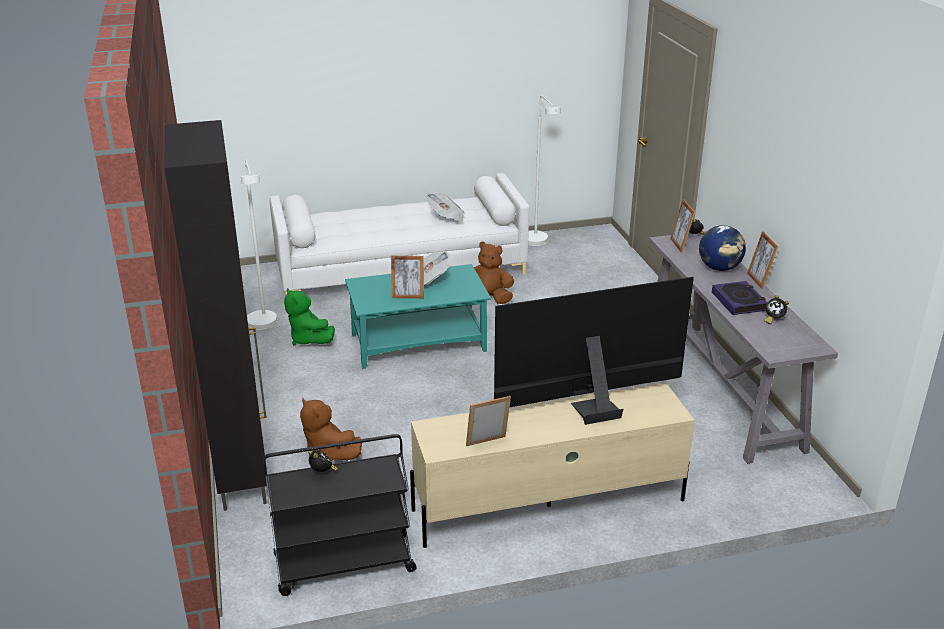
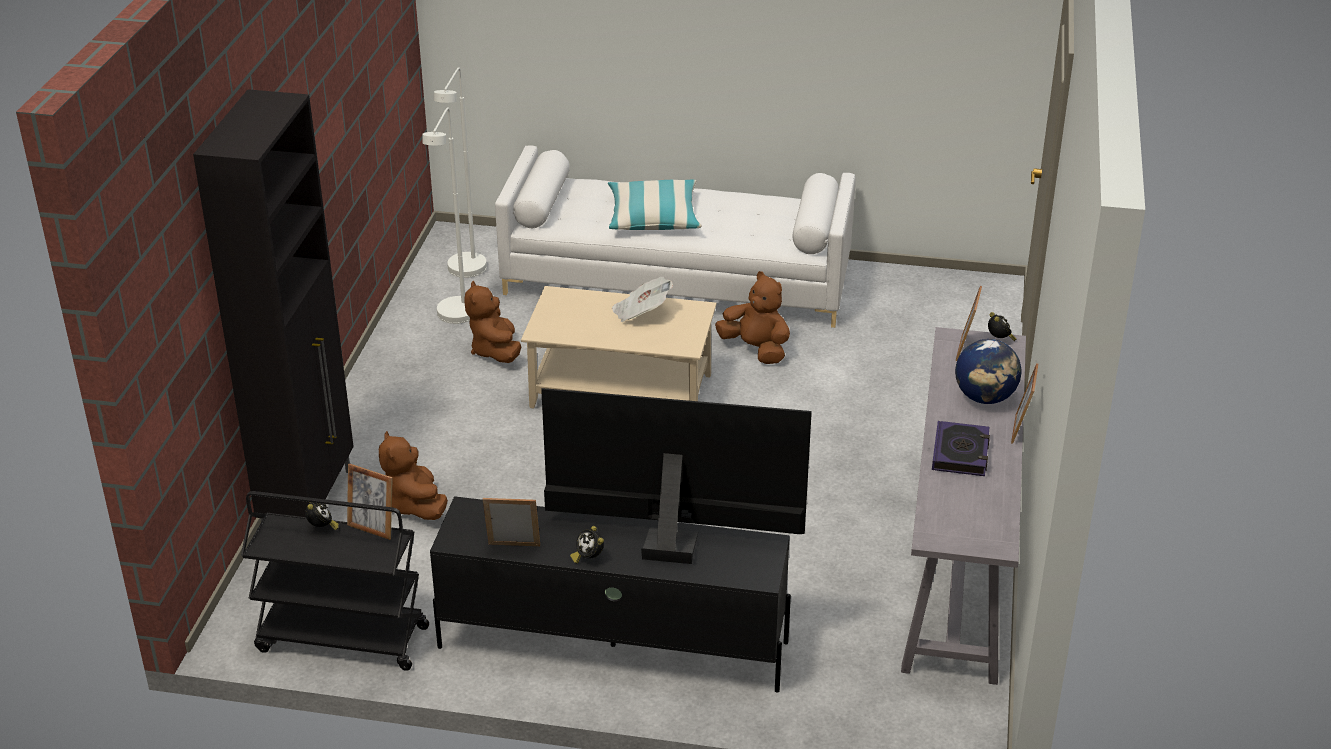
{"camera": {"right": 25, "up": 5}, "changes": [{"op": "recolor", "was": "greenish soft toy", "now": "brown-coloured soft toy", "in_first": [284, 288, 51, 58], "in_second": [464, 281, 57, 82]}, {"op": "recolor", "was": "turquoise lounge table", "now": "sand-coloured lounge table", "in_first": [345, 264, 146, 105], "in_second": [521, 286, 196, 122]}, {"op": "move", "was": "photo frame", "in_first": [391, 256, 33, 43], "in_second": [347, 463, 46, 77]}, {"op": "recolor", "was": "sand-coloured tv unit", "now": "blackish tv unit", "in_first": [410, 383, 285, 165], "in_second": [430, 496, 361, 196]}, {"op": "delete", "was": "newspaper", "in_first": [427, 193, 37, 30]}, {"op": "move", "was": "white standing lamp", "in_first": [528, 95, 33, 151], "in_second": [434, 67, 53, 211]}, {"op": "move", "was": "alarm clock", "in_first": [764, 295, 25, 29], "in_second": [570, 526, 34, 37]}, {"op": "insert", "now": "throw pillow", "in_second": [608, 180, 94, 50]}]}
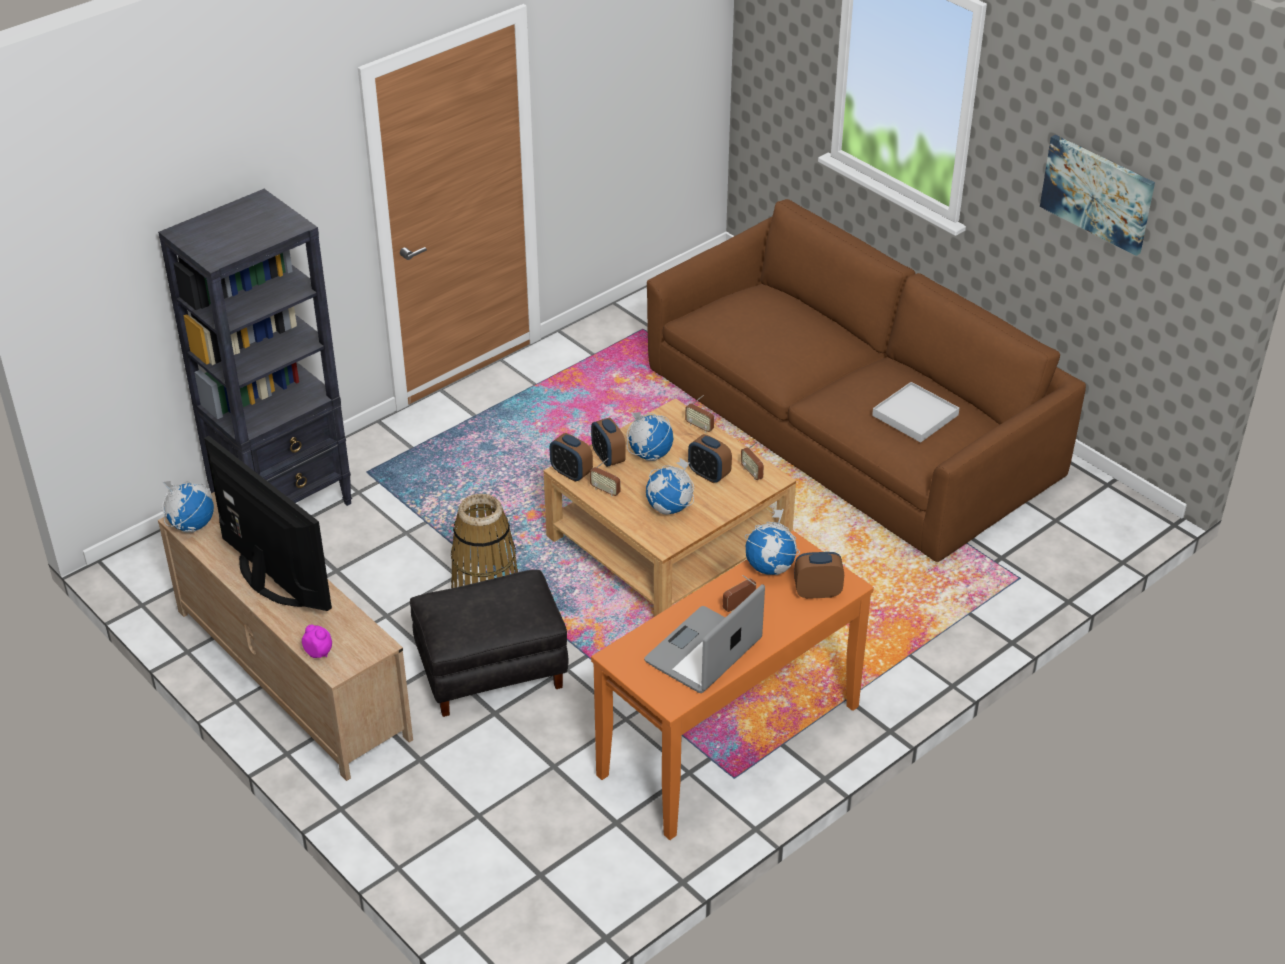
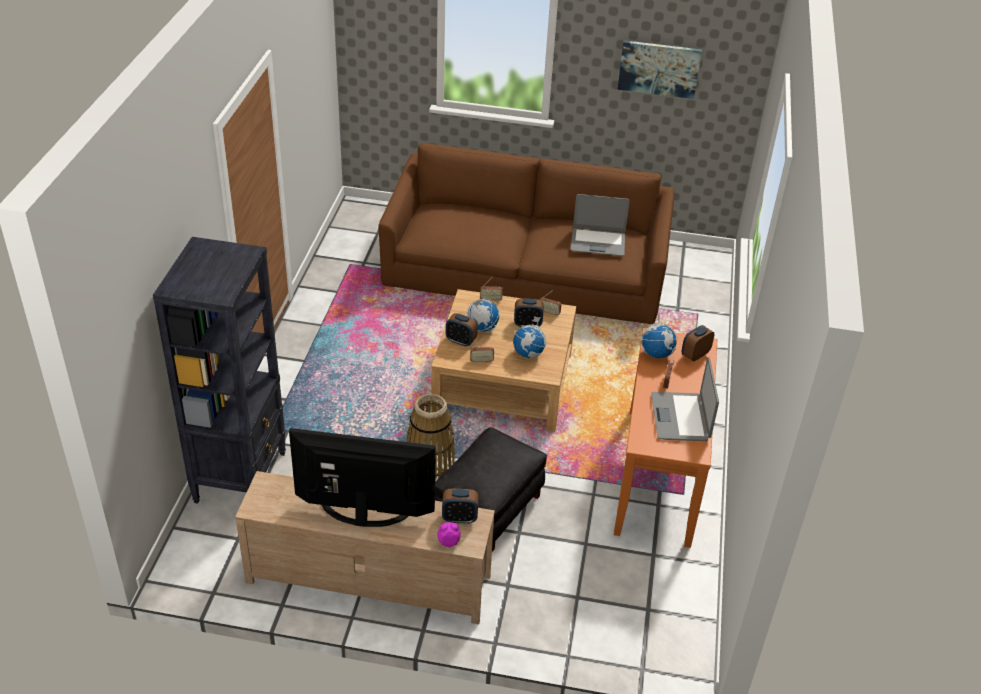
{"camera": {"right": -40, "up": 0}, "changes": [{"op": "delete", "was": "globe", "in_first": [162, 481, 52, 52]}, {"op": "move", "was": "alarm clock", "in_first": [550, 433, 43, 49], "in_second": [442, 489, 36, 35]}, {"op": "replace", "was": "white tray", "now": "notebook computer", "in_first": [872, 382, 87, 61], "in_second": [571, 194, 59, 62]}]}
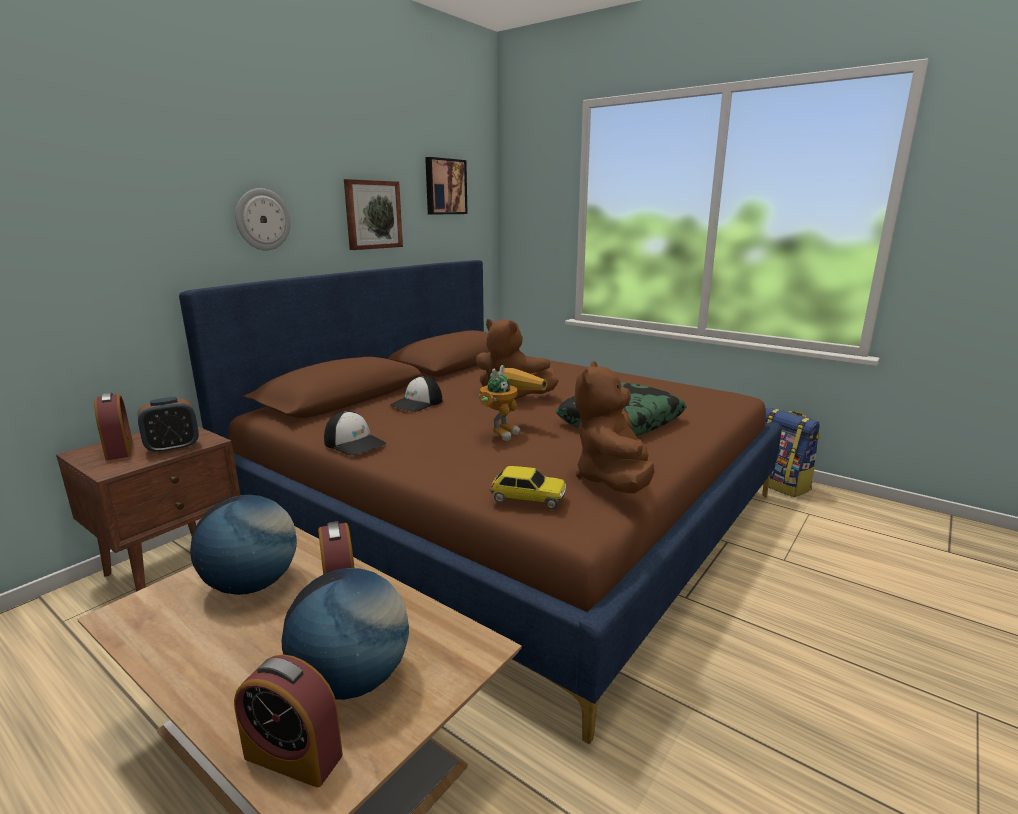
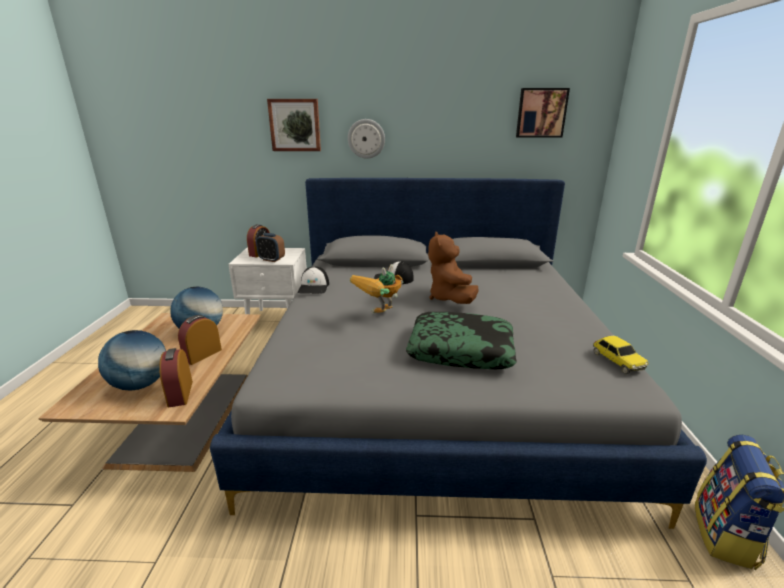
{"camera": {"right": 55, "up": 5}, "changes": [{"op": "recolor", "was": "brown-coloured bedside table", "now": "white bedside table", "in_first": [56, 426, 184, 166], "in_second": [228, 248, 79, 66]}, {"op": "recolor", "was": "brown-coloured sleeping bed", "now": "grey sleeping bed", "in_first": [179, 260, 603, 484], "in_second": [210, 178, 497, 351]}, {"op": "move", "was": "alarm clock", "in_first": [234, 655, 109, 133], "in_second": [159, 348, 34, 59]}, {"op": "move", "was": "wall art", "in_first": [344, 179, 59, 71], "in_second": [267, 99, 54, 52]}, {"op": "rotate", "was": "robot figure", "in_first": [478, 365, 69, 76], "in_second": [350, 264, 53, 50], "clockwise": 135}, {"op": "move", "was": "miniature car", "in_first": [490, 466, 76, 43], "in_second": [593, 336, 56, 38]}, {"op": "delete", "was": "brown-coloured soft toy", "in_first": [575, 361, 79, 132]}]}
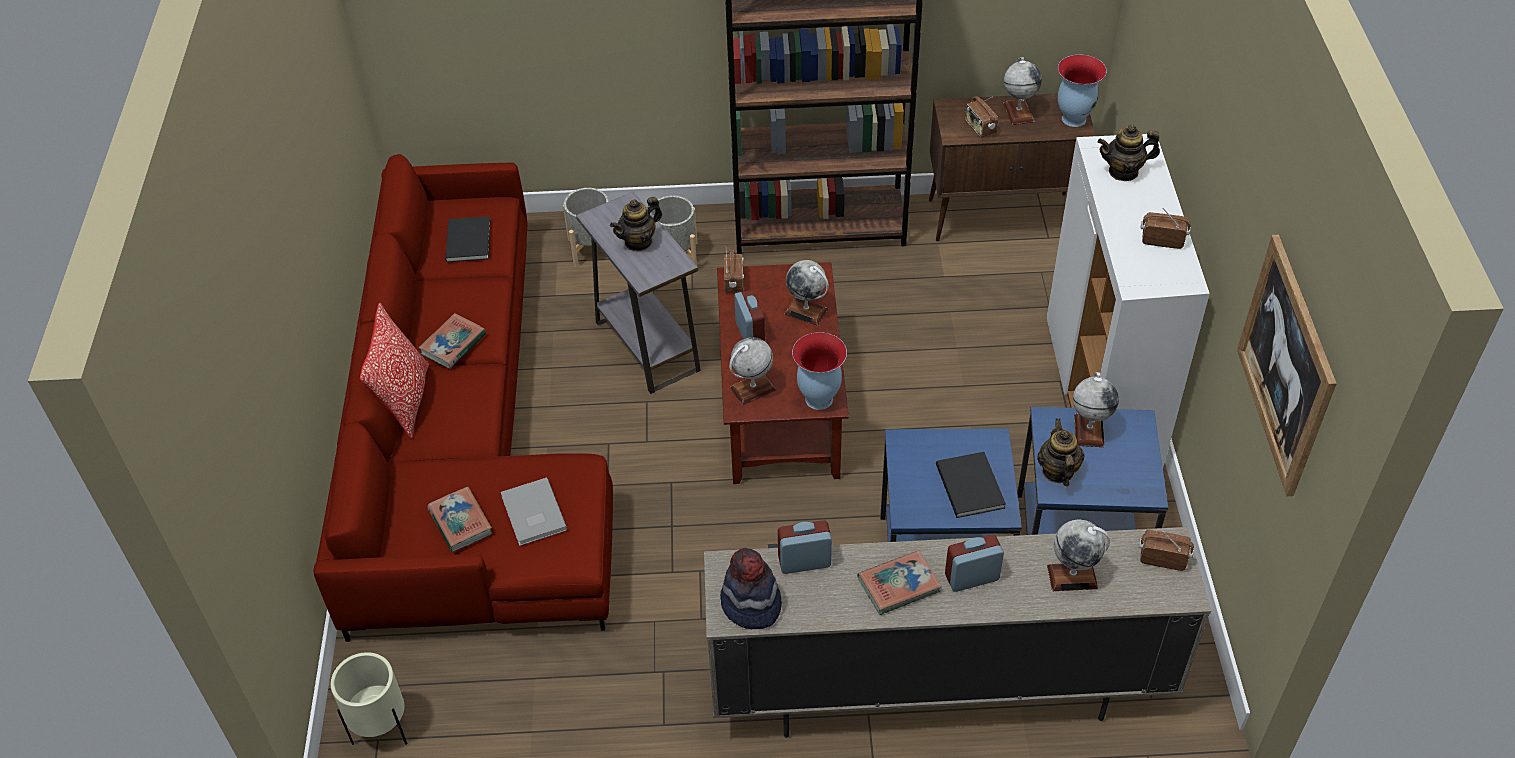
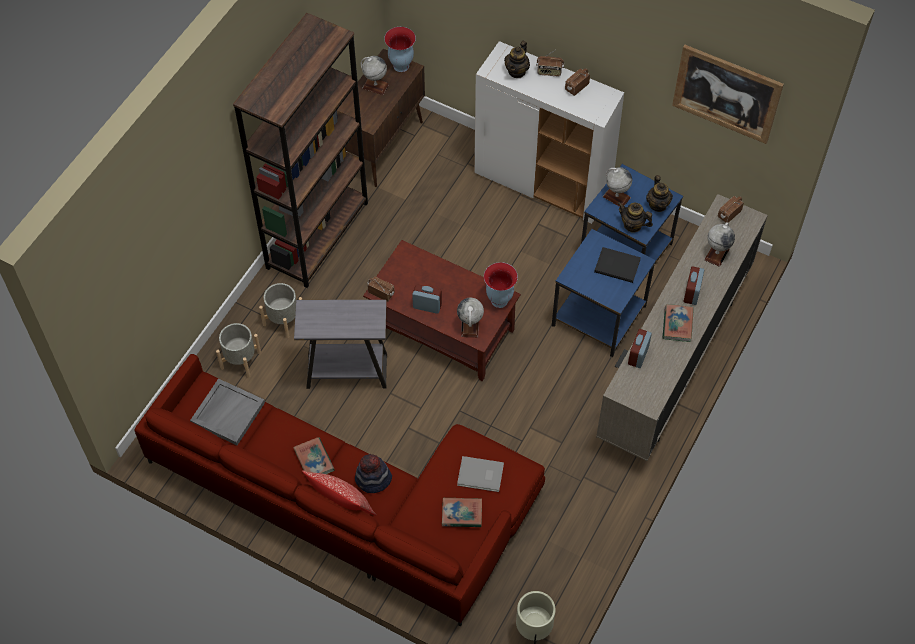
{"camera": {"right": -60, "up": 10}, "changes": [{"op": "replace", "was": "blackish volume", "now": "grey tray", "in_first": [445, 216, 45, 46], "in_second": [190, 379, 75, 66]}, {"op": "move", "was": "tea pot", "in_first": [610, 196, 52, 56], "in_second": [646, 175, 27, 37]}, {"op": "move", "was": "hat", "in_first": [720, 548, 62, 81], "in_second": [355, 454, 37, 39]}, {"op": "delete", "was": "globe", "in_first": [784, 260, 45, 66]}, {"op": "move", "was": "radio set", "in_first": [965, 96, 33, 41], "in_second": [536, 50, 28, 27]}]}
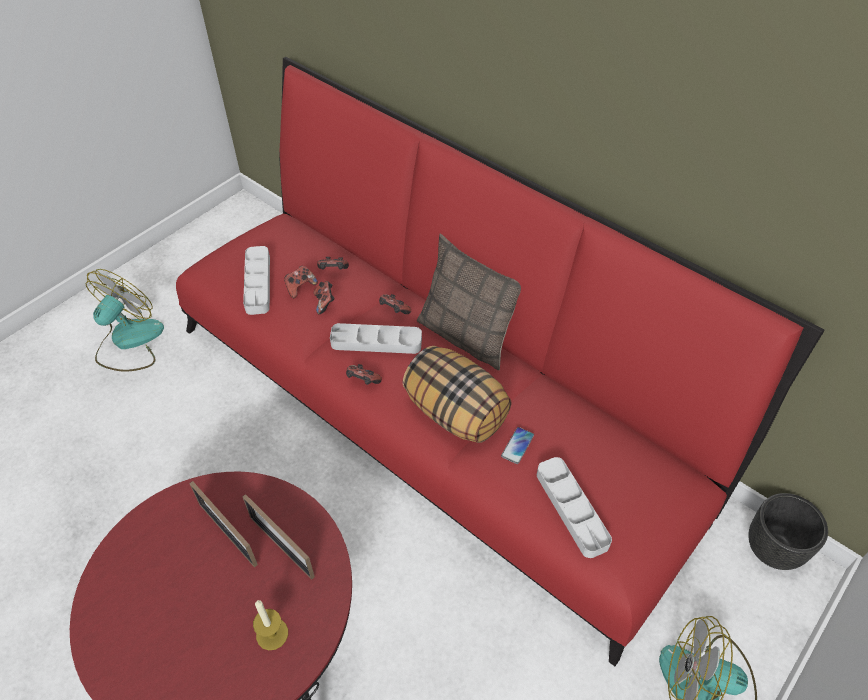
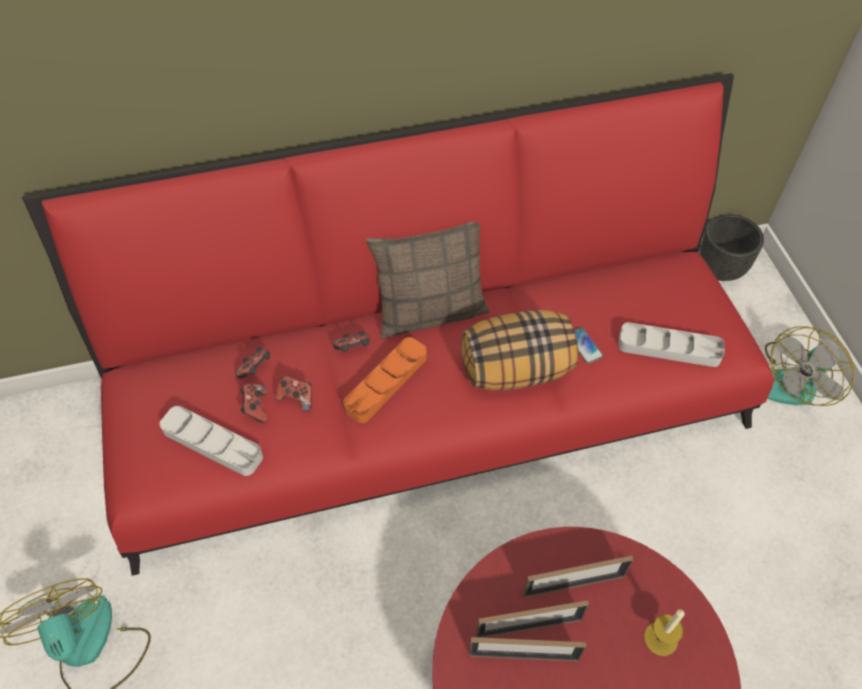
{"camera": {"right": -55, "up": 5}, "changes": [{"op": "recolor", "was": "grey tray", "now": "orange tray", "in_first": [330, 323, 92, 31], "in_second": [343, 337, 84, 86]}, {"op": "delete", "was": "game controller", "in_first": [346, 364, 36, 21]}, {"op": "insert", "now": "photo frame", "in_second": [469, 637, 117, 24]}]}
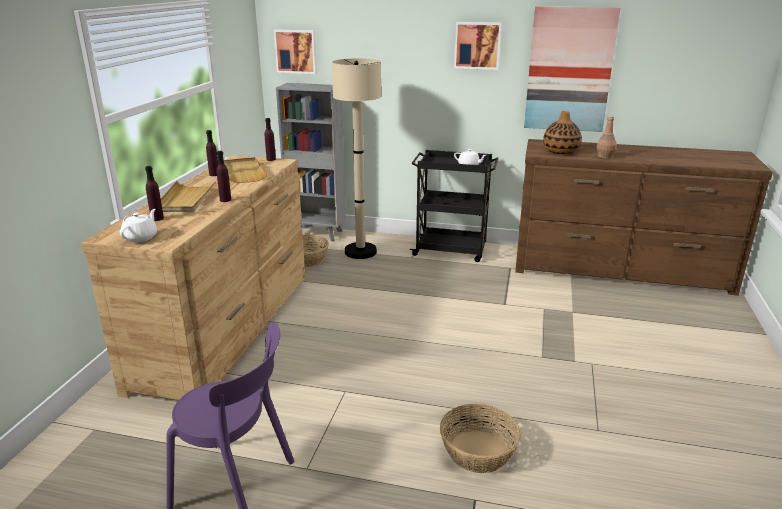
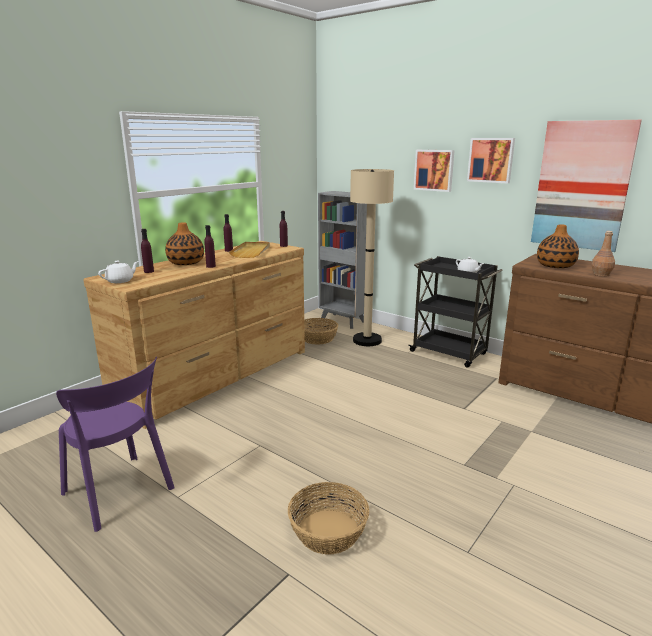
{"camera": {"right": 25, "up": -5}, "changes": [{"op": "replace", "was": "sand-coloured tray", "now": "flower vase", "in_first": [161, 181, 55, 31], "in_second": [165, 222, 39, 43]}, {"op": "move", "was": "wall art", "in_first": [274, 30, 43, 44], "in_second": [414, 150, 41, 42]}]}
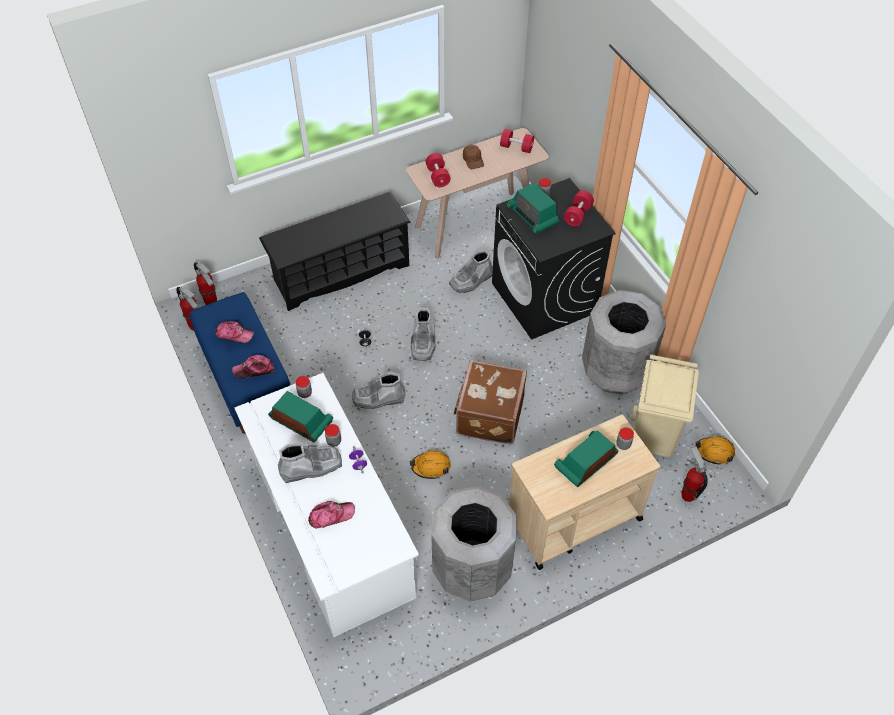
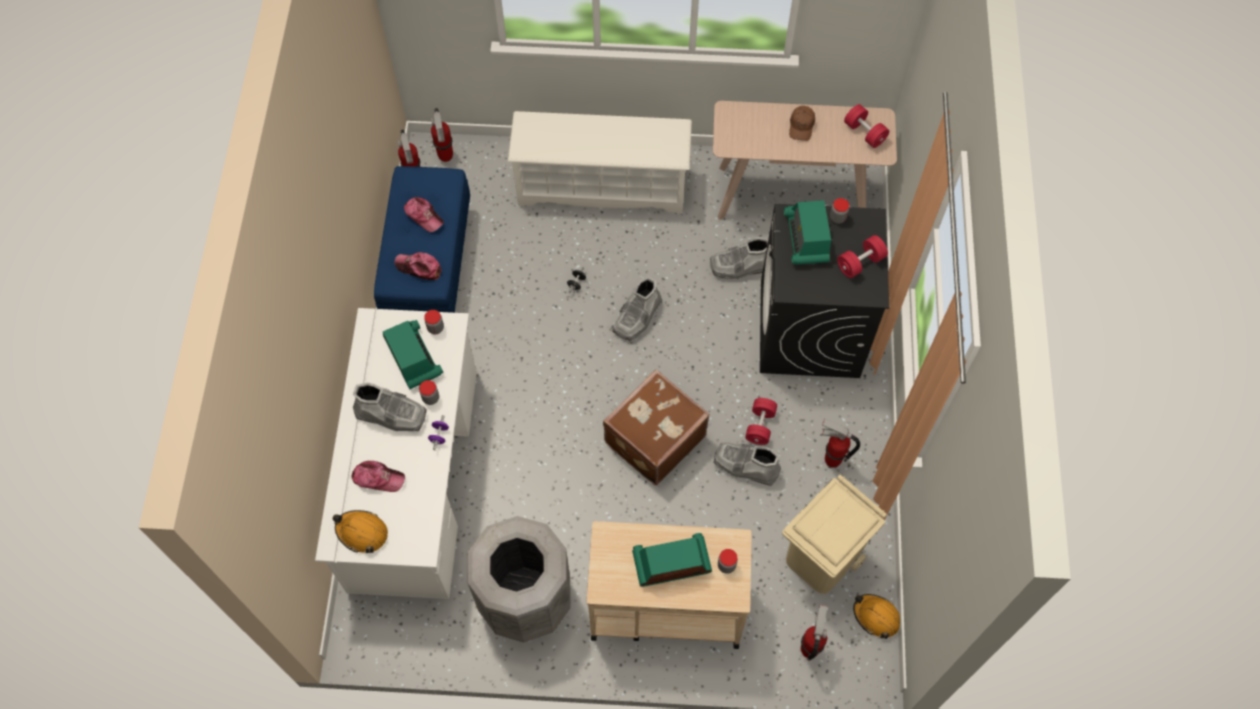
{"camera": {"right": 30, "up": 10}, "changes": [{"op": "recolor", "was": "blackish shoe shelf", "now": "white shoe shelf", "in_first": [259, 192, 152, 119], "in_second": [508, 111, 184, 102]}, {"op": "move", "was": "grey high-top boot", "in_first": [352, 372, 53, 37], "in_second": [714, 442, 67, 44]}, {"op": "move", "was": "orange hard hat", "in_first": [410, 450, 41, 29], "in_second": [333, 510, 55, 43]}, {"op": "move", "was": "red free weight", "in_first": [426, 153, 24, 34], "in_second": [745, 398, 32, 47]}, {"op": "replace", "was": "grey trash can", "now": "extinguisher", "in_first": [582, 290, 84, 105], "in_second": [820, 418, 40, 50]}]}
